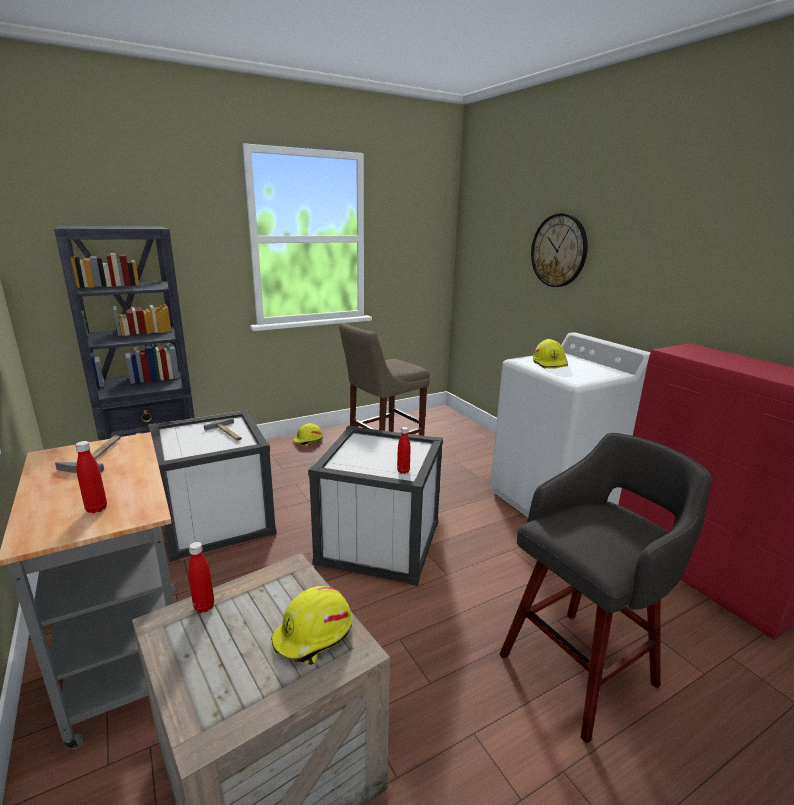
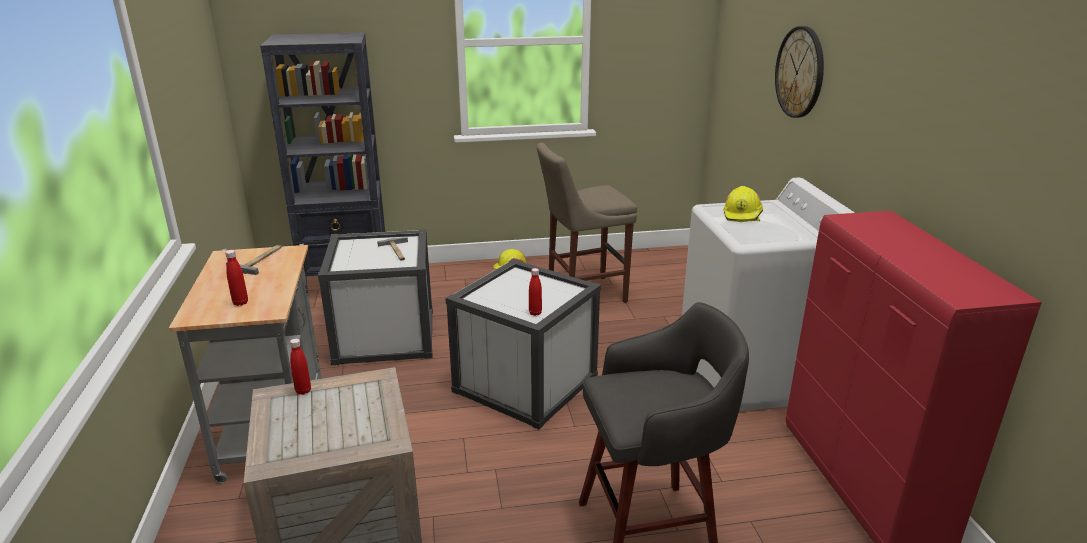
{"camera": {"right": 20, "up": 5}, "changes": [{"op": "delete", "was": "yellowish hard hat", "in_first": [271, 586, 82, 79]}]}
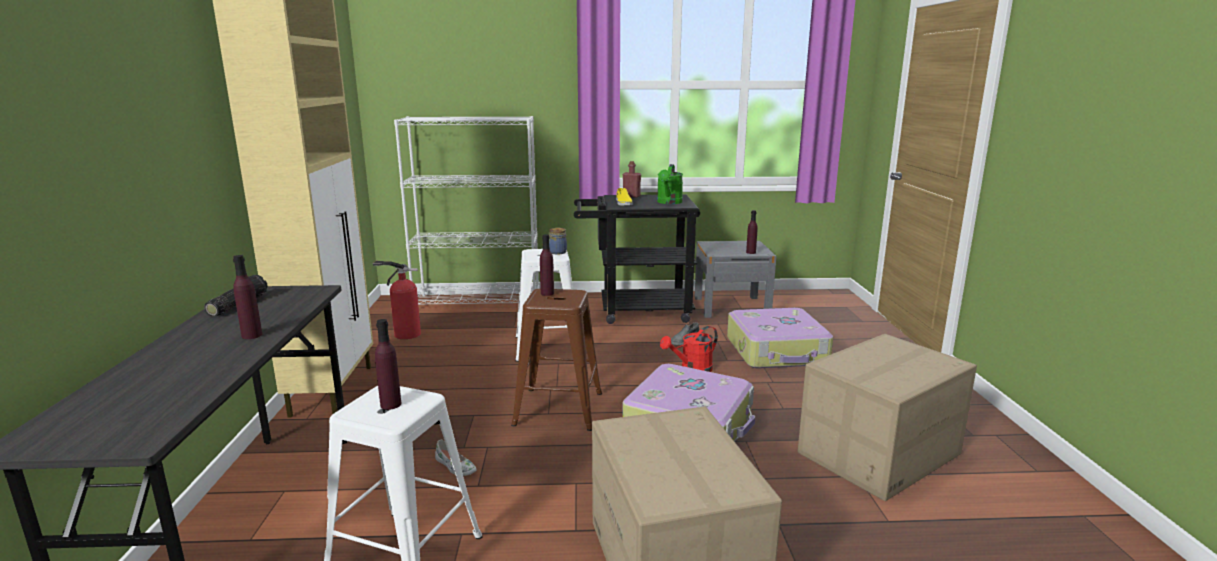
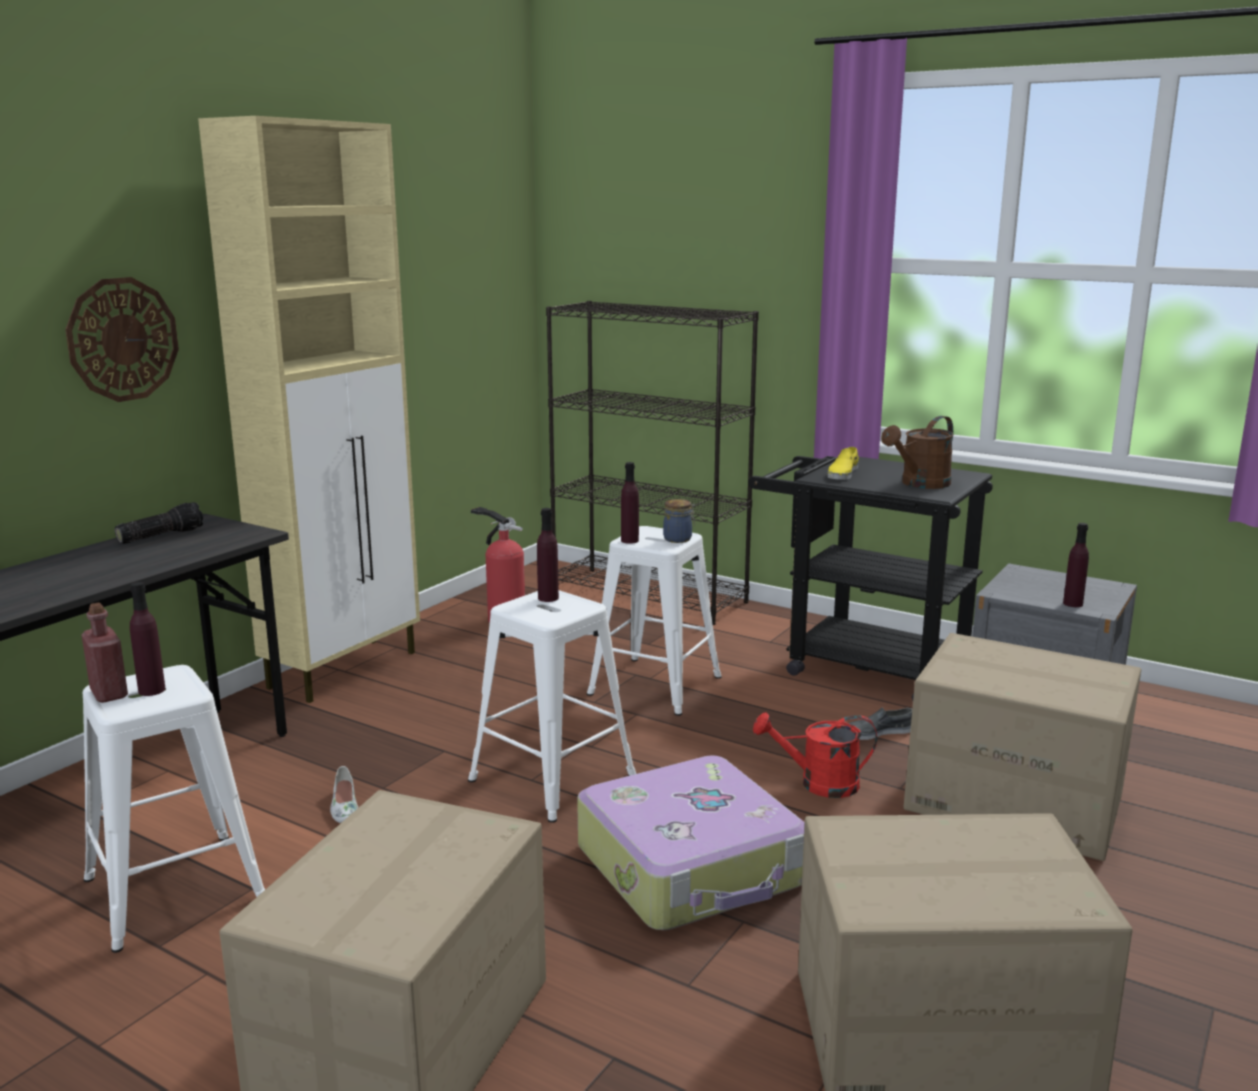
{"camera": {"right": 35, "up": 0}, "changes": [{"op": "move", "was": "purple drink bottle", "in_first": [233, 255, 29, 84], "in_second": [621, 462, 18, 82]}, {"op": "recolor", "was": "white bookshelf", "now": "blackish bookshelf", "in_first": [394, 116, 145, 189], "in_second": [546, 301, 213, 324]}, {"op": "recolor", "was": "brown-coloured stool seat", "now": "white stool seat", "in_first": [511, 289, 91, 142], "in_second": [468, 590, 168, 233]}, {"op": "move", "was": "red drink bottle", "in_first": [623, 161, 18, 37], "in_second": [82, 603, 46, 100]}, {"op": "recolor", "was": "greenish watering can", "now": "brown-coloured watering can", "in_first": [657, 164, 26, 40], "in_second": [881, 416, 73, 73]}, {"op": "replace", "was": "piece of luggage", "now": "cardboard box", "in_first": [727, 308, 106, 60], "in_second": [904, 633, 237, 228]}, {"op": "insert", "now": "clock on the wall", "in_second": [65, 277, 114, 125]}]}
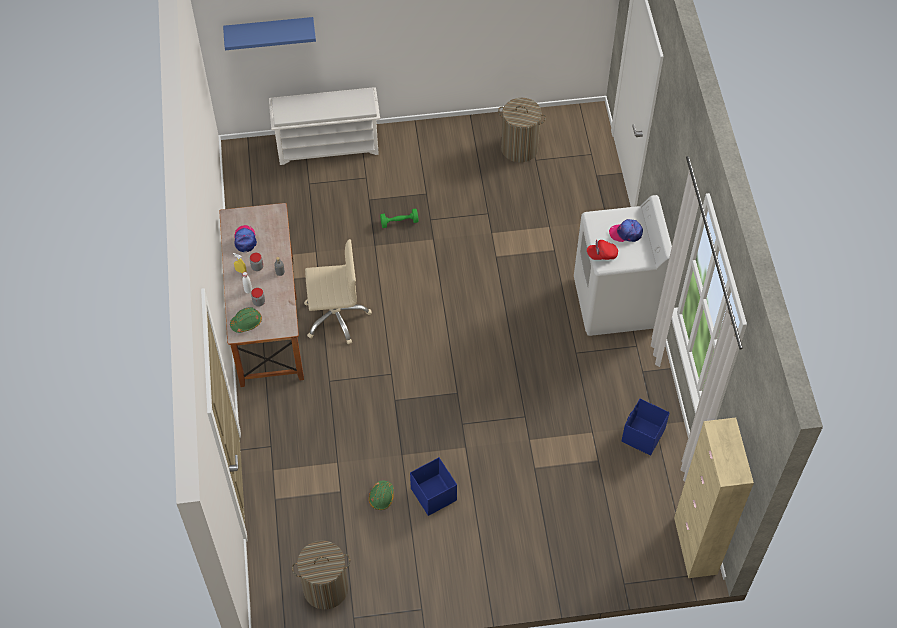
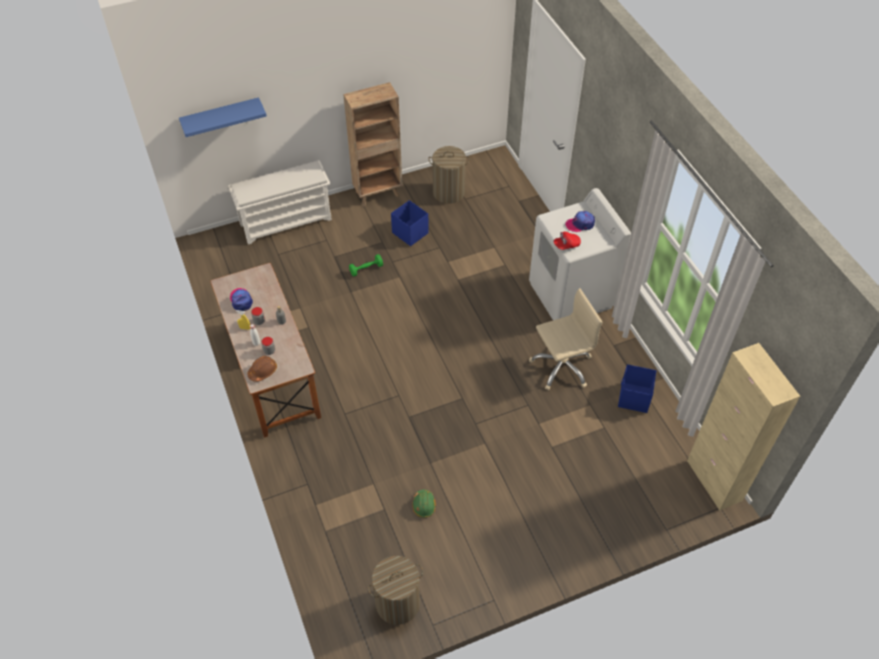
{"camera": {"right": -15, "up": -5}, "changes": [{"op": "recolor", "was": "greenish hard hat", "now": "brown-coloured hard hat", "in_first": [230, 307, 32, 26], "in_second": [247, 356, 30, 26]}, {"op": "move", "was": "sand-coloured computer chair", "in_first": [304, 239, 68, 105], "in_second": [529, 288, 74, 102]}, {"op": "move", "was": "blue storage container", "in_first": [410, 457, 47, 59], "in_second": [391, 200, 38, 46]}, {"op": "insert", "now": "brown-coloured bookshelf", "in_second": [343, 82, 59, 125]}]}
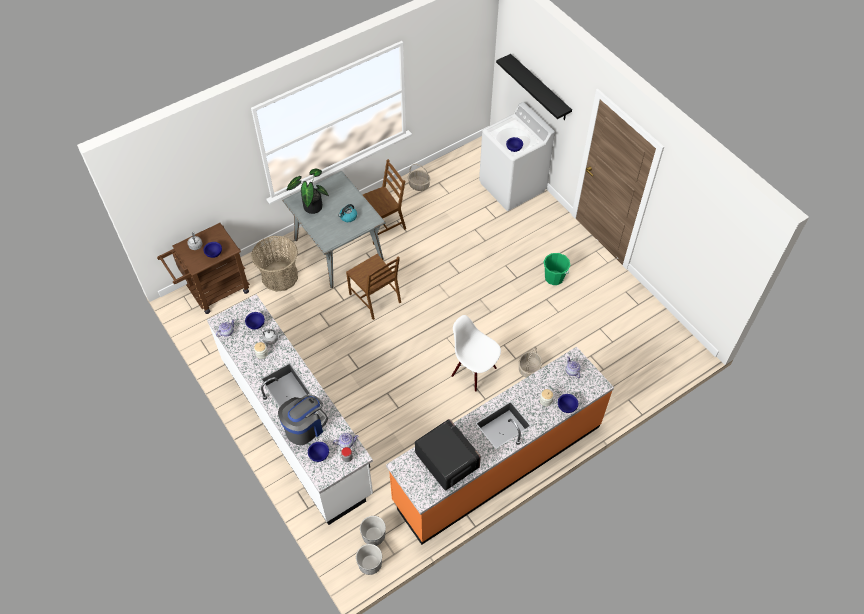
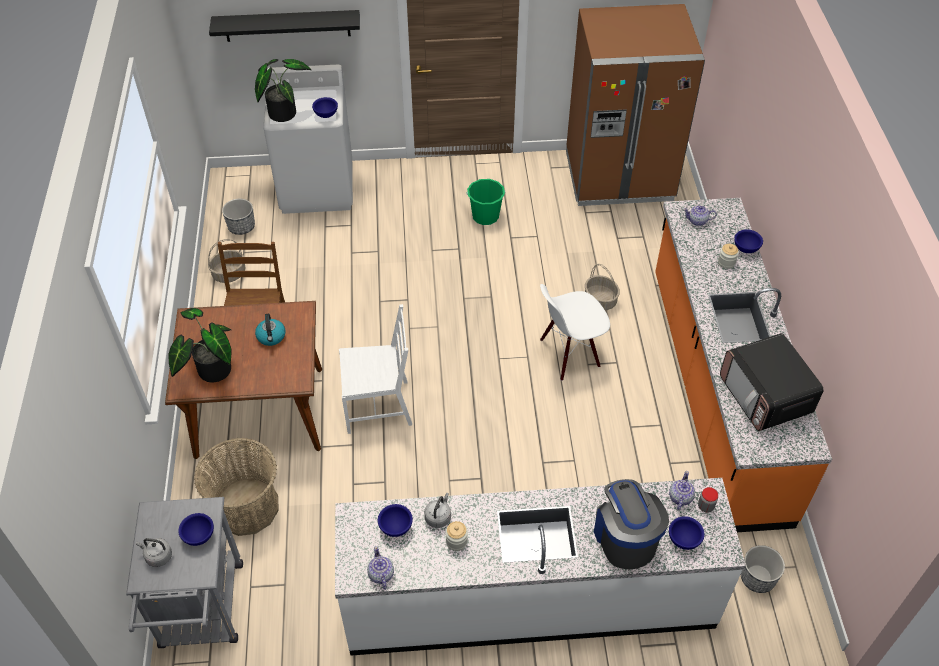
{"camera": {"right": -60, "up": -5}, "changes": [{"op": "recolor", "was": "brown-coloured wheeled cart", "now": "grey wheeled cart", "in_first": [157, 223, 93, 91], "in_second": [126, 497, 117, 151]}, {"op": "recolor", "was": "grey dining table", "now": "brown-coloured dining table", "in_first": [282, 171, 104, 117], "in_second": [165, 301, 157, 158]}, {"op": "recolor", "was": "brown-coloured chair", "now": "white chair", "in_first": [346, 254, 55, 66], "in_second": [339, 304, 73, 130]}, {"op": "move", "was": "planter", "in_first": [356, 544, 26, 31], "in_second": [222, 199, 33, 36]}, {"op": "rotate", "was": "microwave oven", "in_first": [415, 419, 66, 72], "in_second": [720, 333, 104, 98], "clockwise": -105}, {"op": "insert", "now": "plant in a pot", "in_second": [255, 59, 56, 63]}, {"op": "insert", "now": "brown-coloured fridge", "in_second": [566, 4, 139, 202]}]}
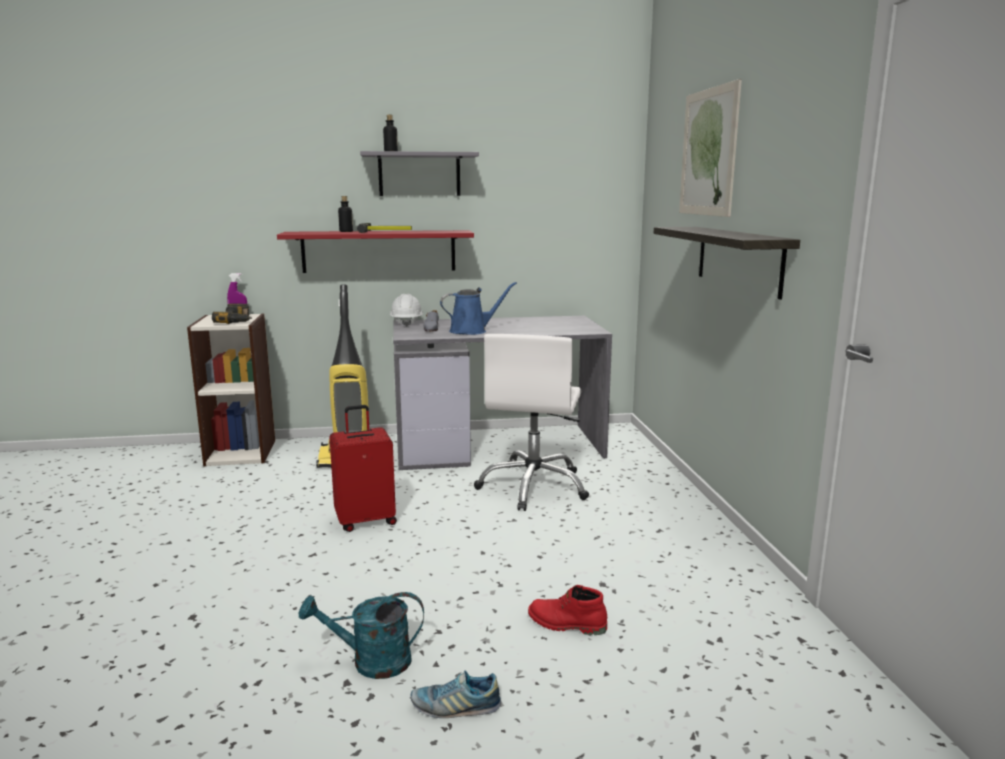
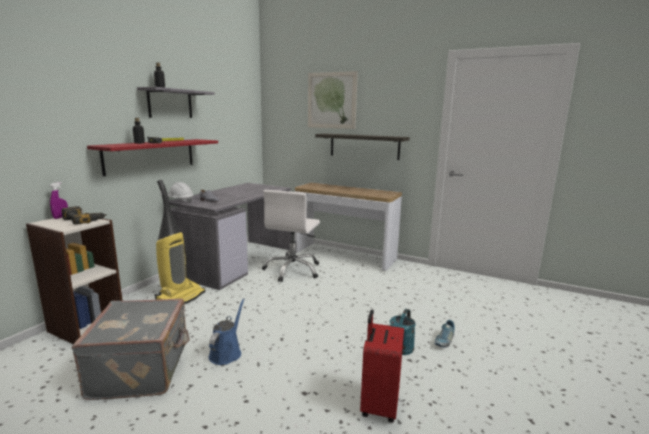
{"camera": {"right": -55, "up": 0}, "changes": [{"op": "move", "was": "red piece of luggage", "in_first": [329, 405, 68, 127], "in_second": [360, 309, 44, 114]}, {"op": "move", "was": "blue watering can", "in_first": [440, 282, 77, 53], "in_second": [208, 298, 37, 67]}, {"op": "rotate", "was": "white computer chair", "in_first": [474, 334, 115, 177], "in_second": [262, 190, 58, 92], "clockwise": 60}, {"op": "delete", "was": "red high-top boot", "in_first": [528, 585, 79, 50]}, {"op": "insert", "now": "grey piece of luggage", "in_second": [71, 298, 119, 102]}, {"op": "insert", "now": "console table", "in_second": [295, 182, 107, 89]}]}
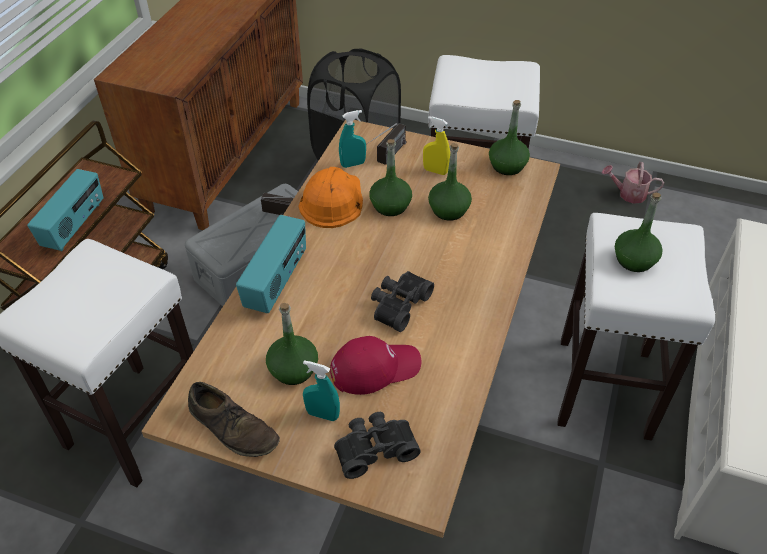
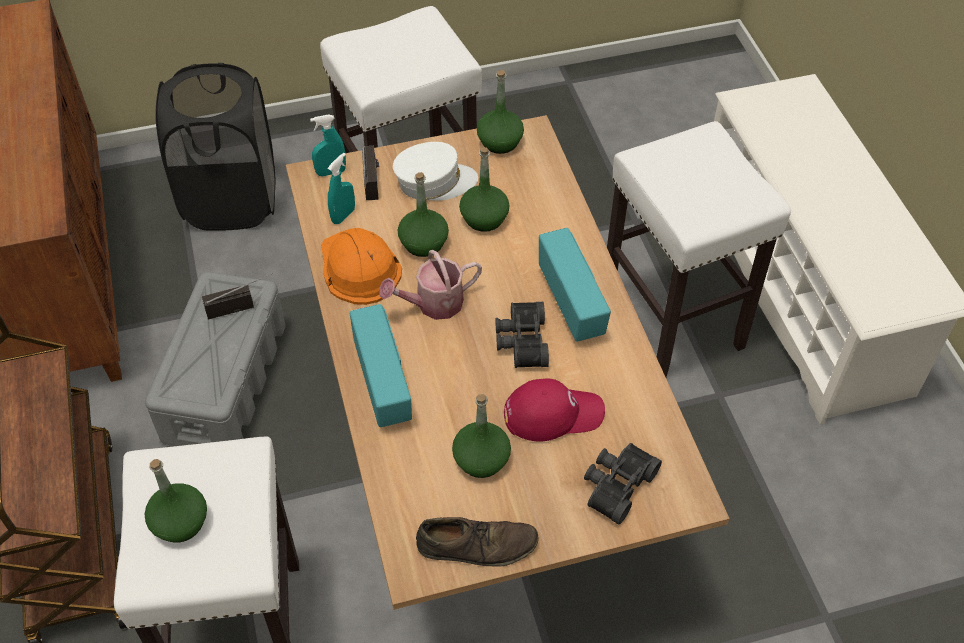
{"camera": {"right": -35, "up": 5}, "changes": [{"op": "move", "was": "radio set", "in_first": [27, 169, 76, 82], "in_second": [539, 228, 72, 114]}, {"op": "move", "was": "turquoise spray bottle", "in_first": [303, 360, 37, 61], "in_second": [310, 114, 36, 62]}, {"op": "rotate", "was": "red peaked cap", "in_first": [330, 336, 91, 59], "in_second": [504, 379, 101, 62], "clockwise": 45}, {"op": "replace", "was": "yellowish spray bottle", "now": "white peaked cap", "in_first": [423, 116, 27, 59], "in_second": [393, 142, 85, 59]}, {"op": "move", "was": "watering can", "in_first": [602, 162, 62, 42], "in_second": [379, 250, 103, 70]}, {"op": "move", "was": "greenish drink bottle", "in_first": [615, 193, 48, 79], "in_second": [145, 459, 62, 83]}]}
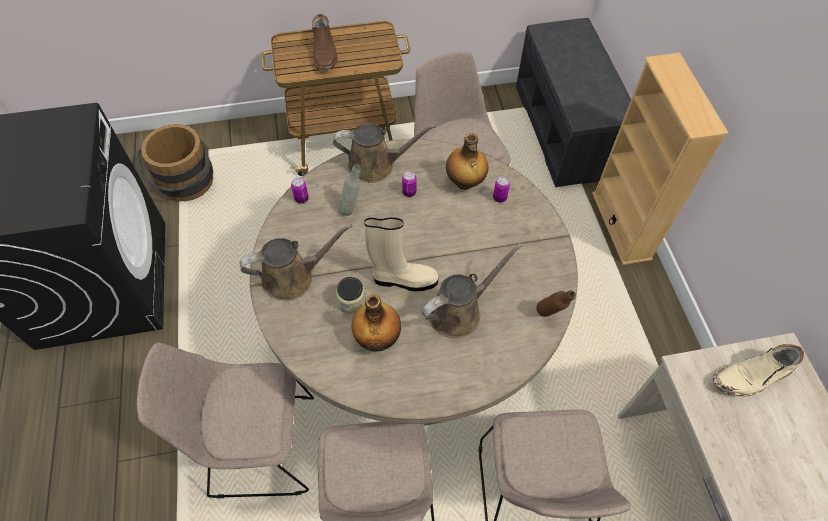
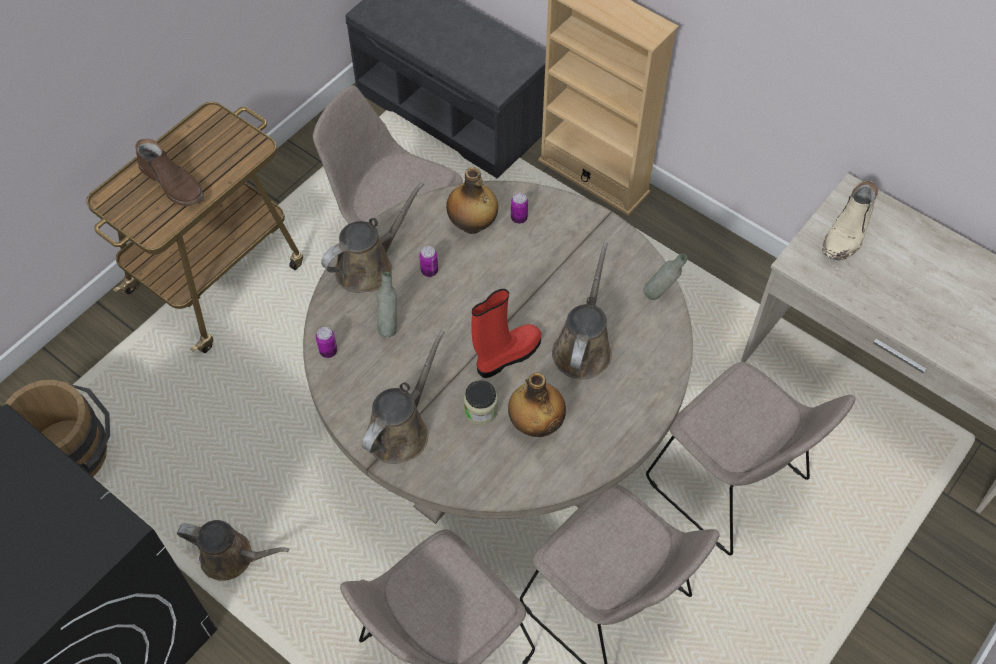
{"camera": {"right": -40, "up": 0}, "changes": [{"op": "recolor", "was": "sand-coloured high-top boot", "now": "red high-top boot", "in_first": [364, 217, 75, 74], "in_second": [472, 289, 69, 89]}, {"op": "recolor", "was": "brown-coloured drink bottle", "now": "grey drink bottle", "in_first": [536, 291, 40, 26], "in_second": [644, 253, 43, 47]}, {"op": "insert", "now": "brown-coloured watering can", "in_second": [177, 520, 112, 61]}]}
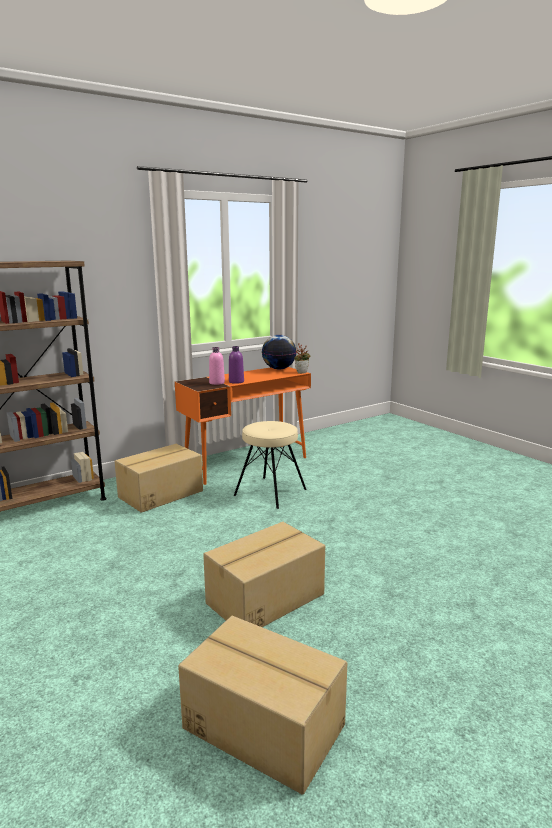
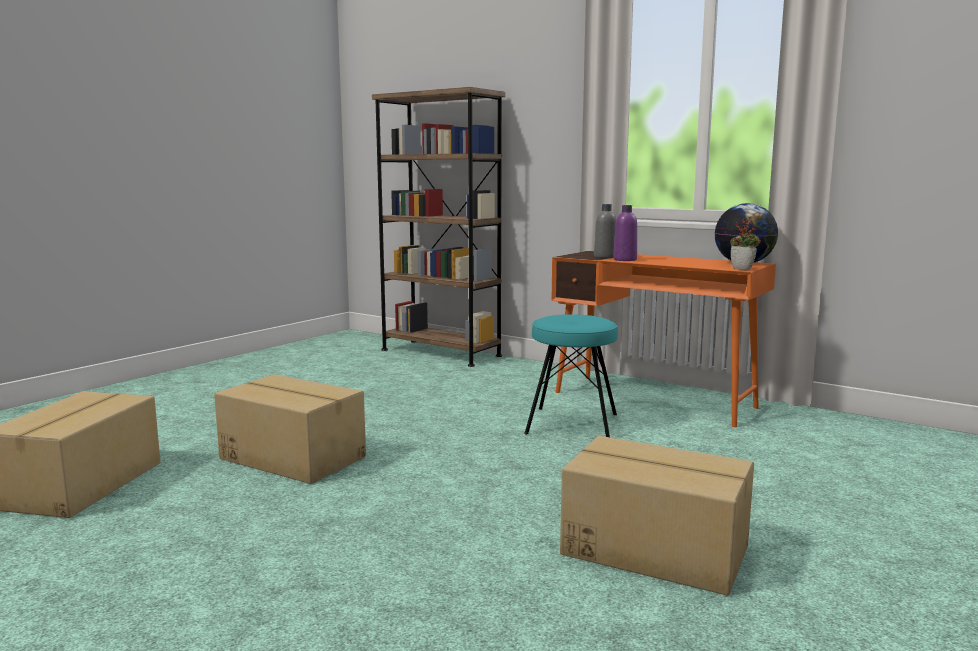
{"camera": {"right": 70, "up": -5}, "changes": [{"op": "move", "was": "cardboard box", "in_first": [115, 444, 88, 69], "in_second": [560, 436, 194, 160]}, {"op": "recolor", "was": "pink drink bottle", "now": "grey drink bottle", "in_first": [209, 347, 16, 38], "in_second": [594, 204, 22, 54]}, {"op": "recolor", "was": "sand-coloured stool seat", "now": "turquoise stool seat", "in_first": [234, 421, 73, 88], "in_second": [524, 314, 94, 123]}]}
